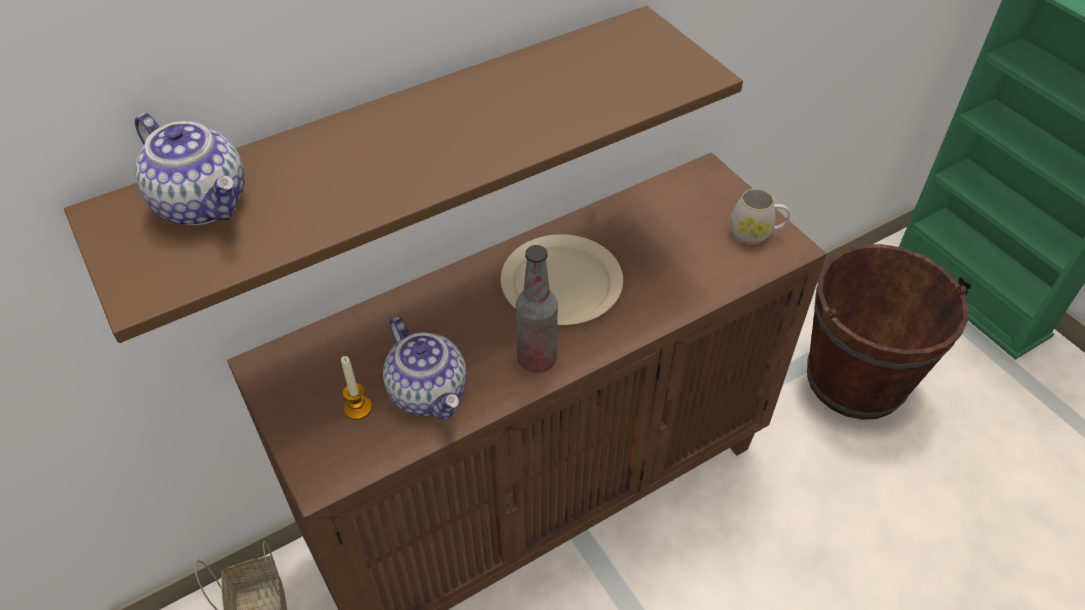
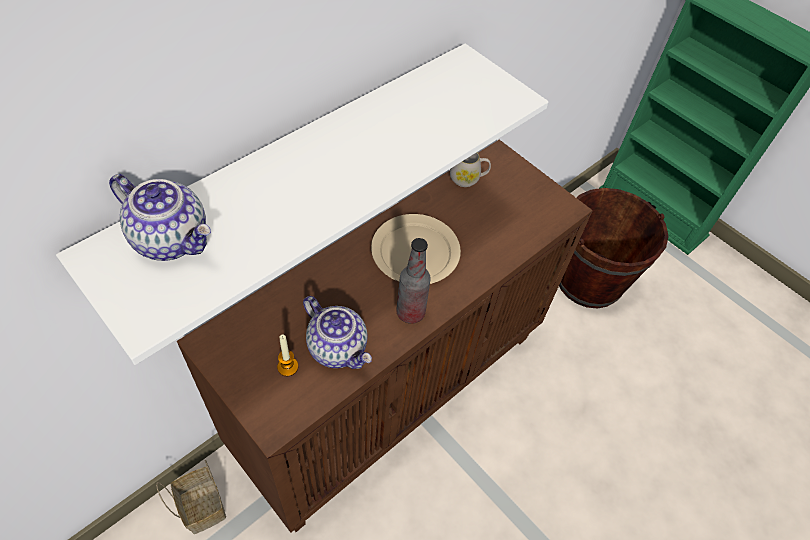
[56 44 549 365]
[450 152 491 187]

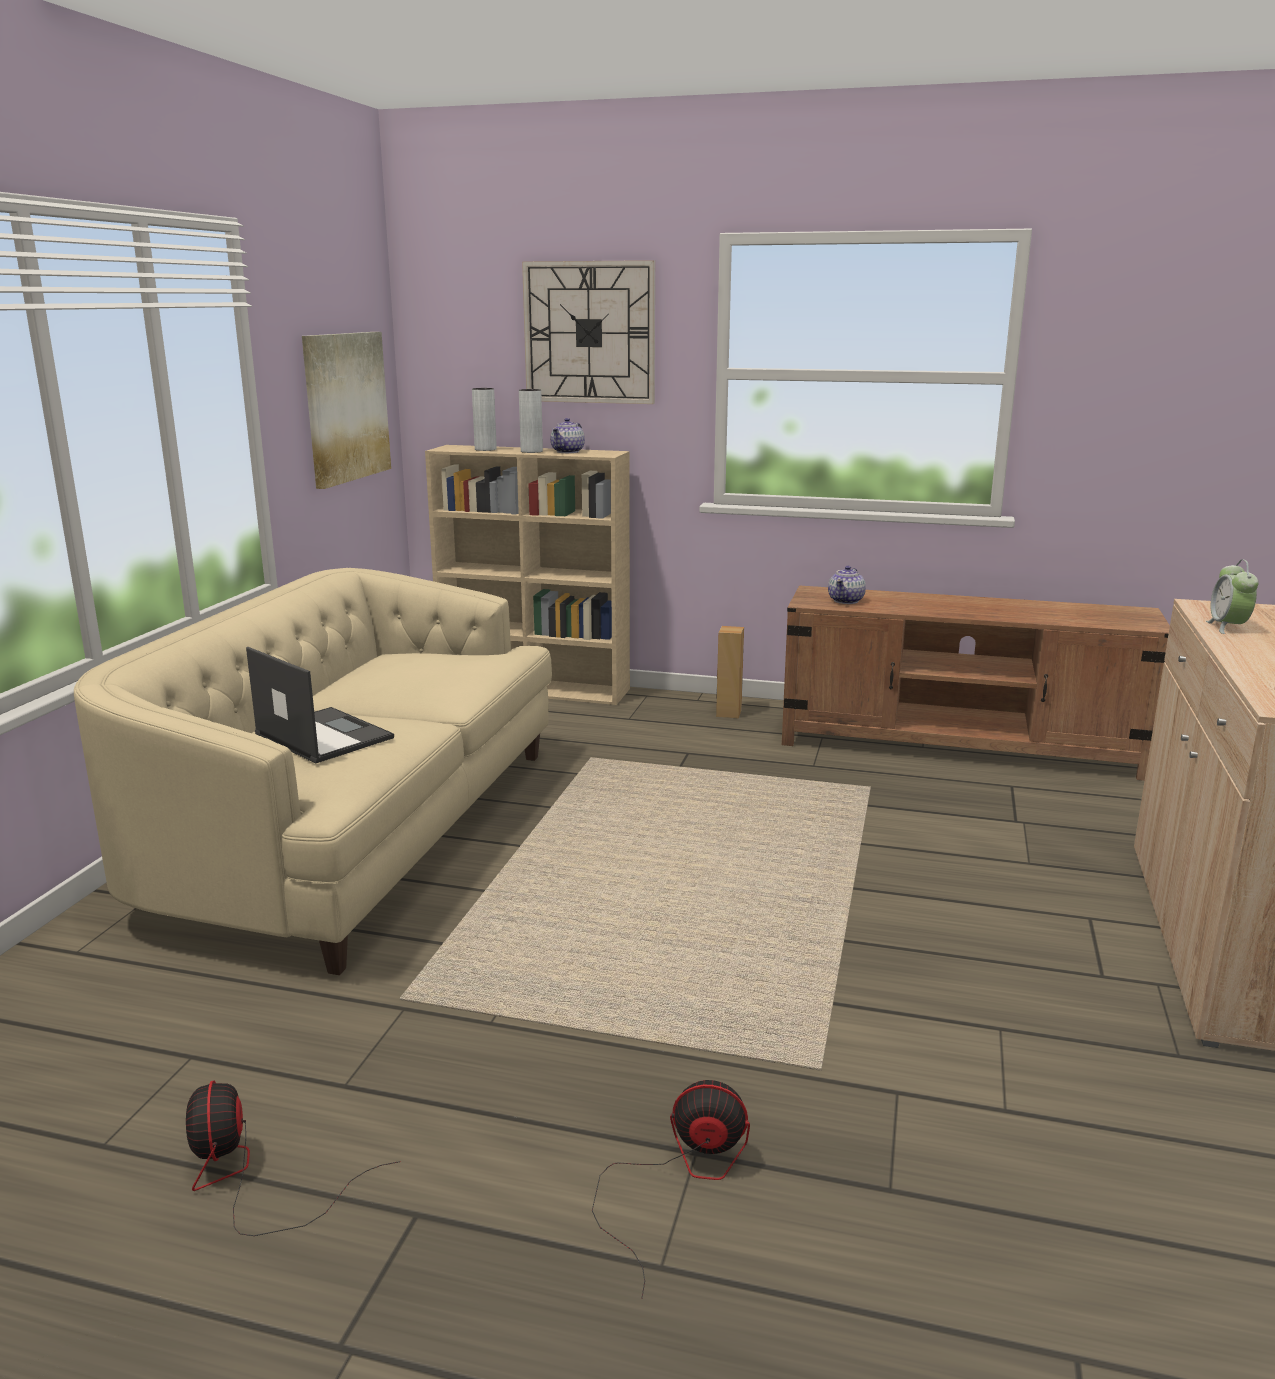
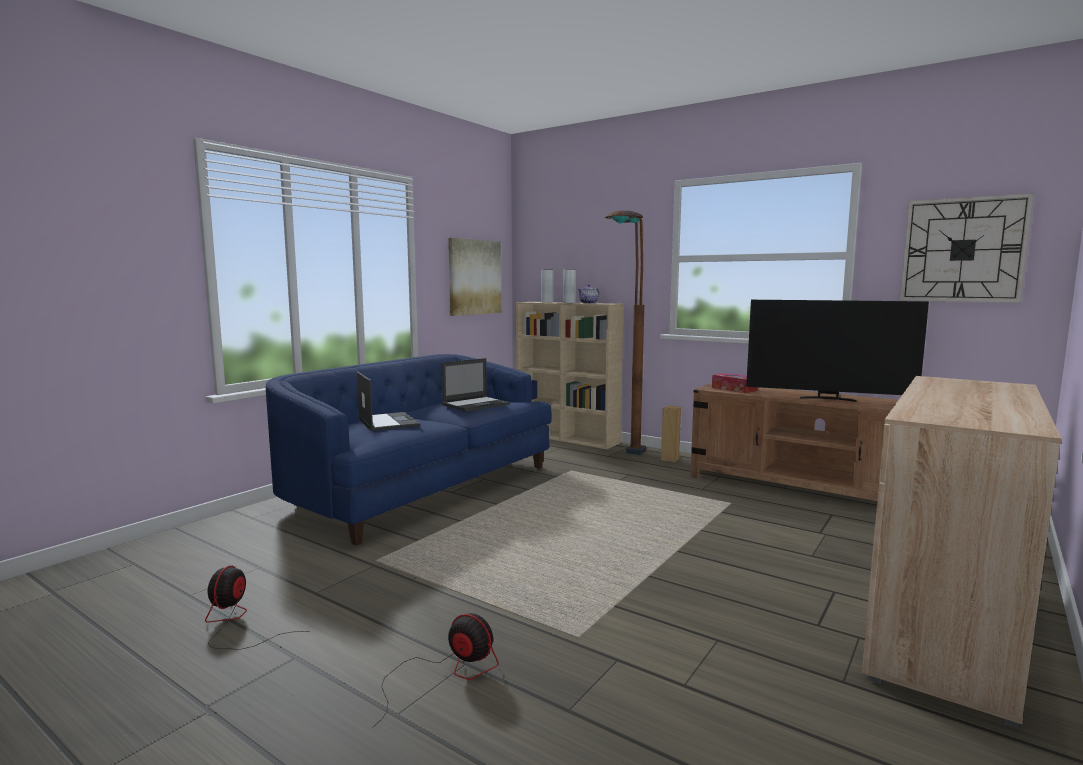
[266 354 552 546]
[442 358 510 412]
[605 210 646 455]
[712 373 758 393]
[746 300 929 402]
[900 193 1034 303]
[1206 559 1259 634] (first image)

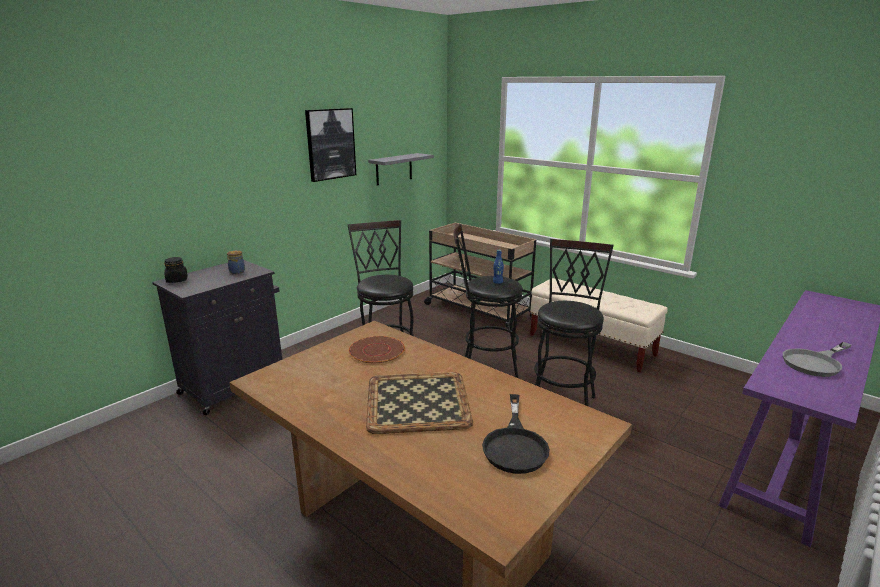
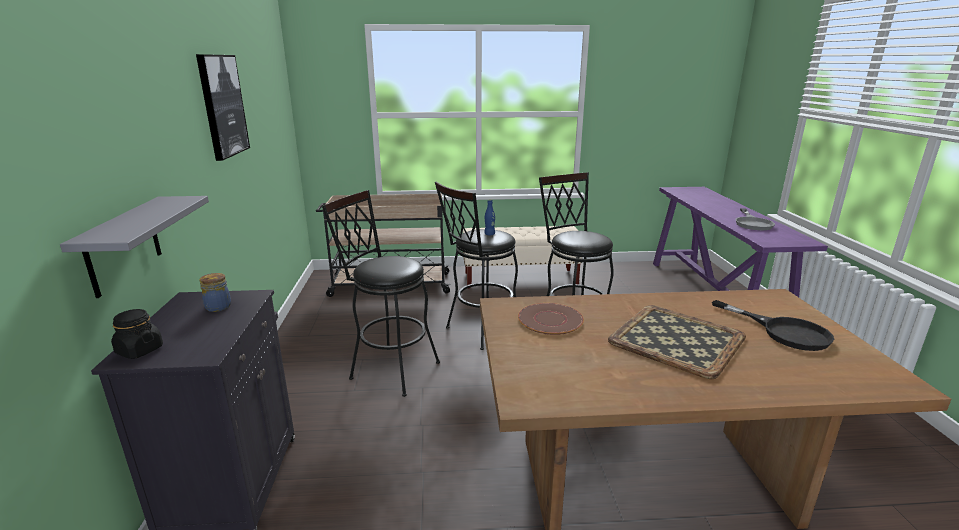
[60 196 209 298]

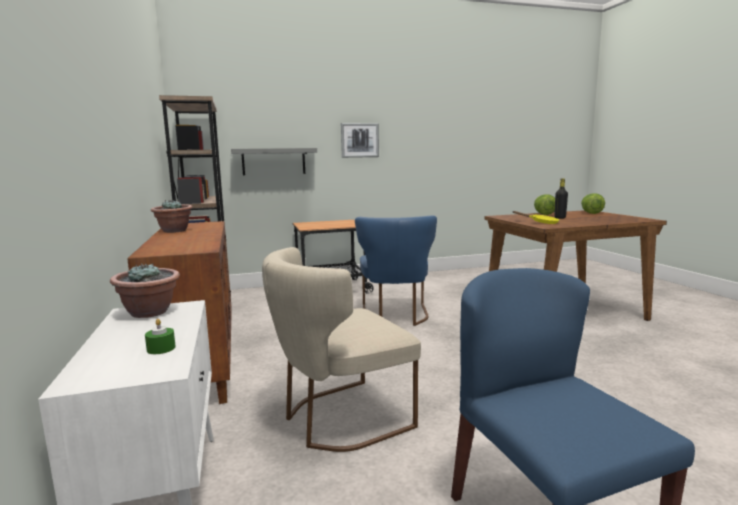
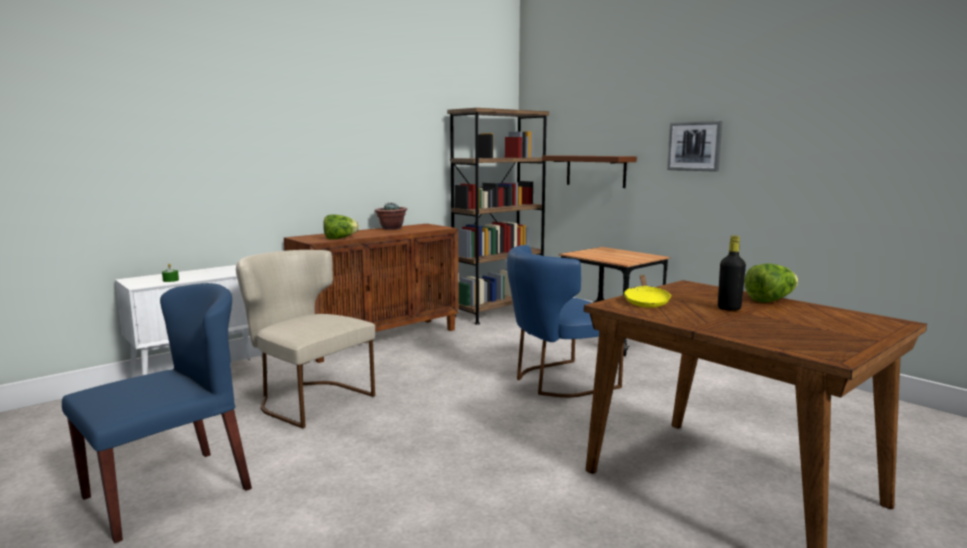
[323 214 359 239]
[542 155 637 188]
[110 263 180 318] (first image)

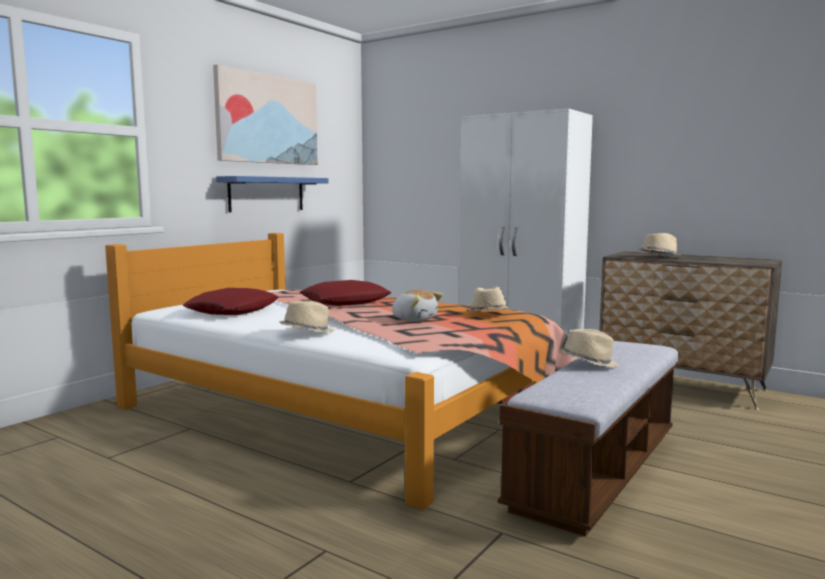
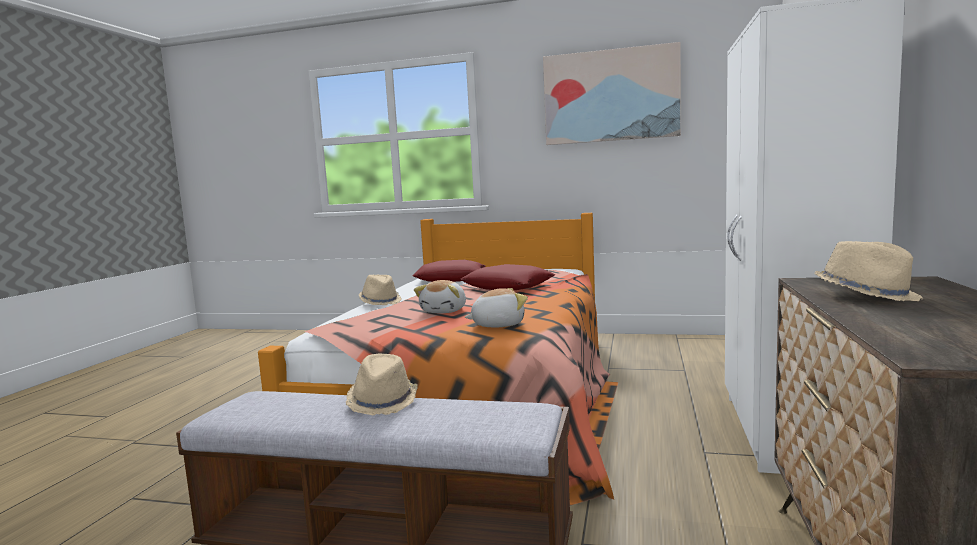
[465 288 528 327]
[216 176 329 212] (first image)

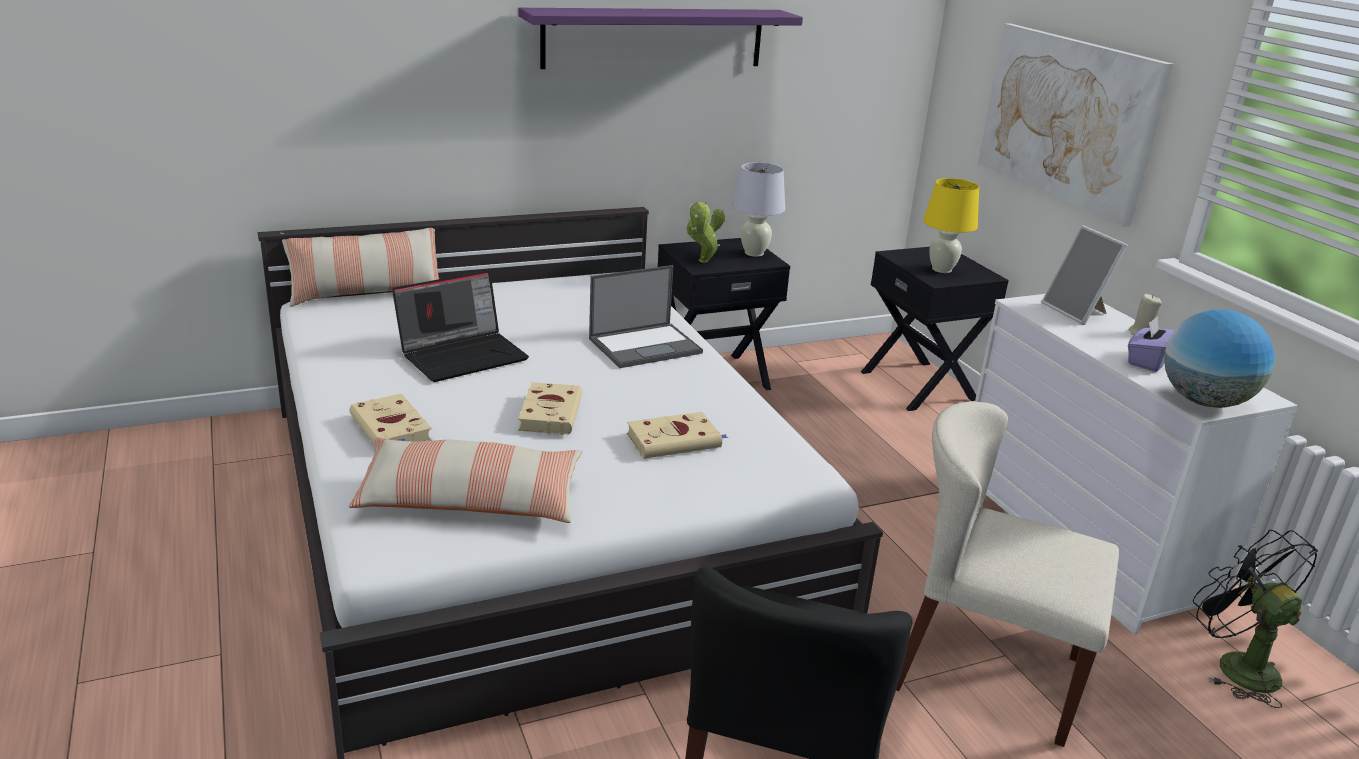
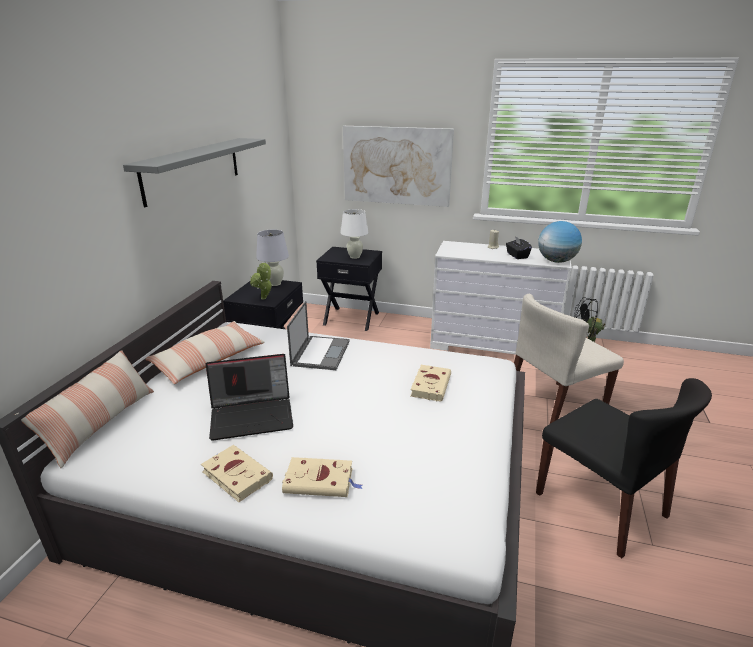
[123 138 266 207]
[145 321 265 384]
[201 445 273 502]
[206 354 293 441]
[341 209 369 259]
[506 236 532 259]
[1042 225 1128 325] (first image)

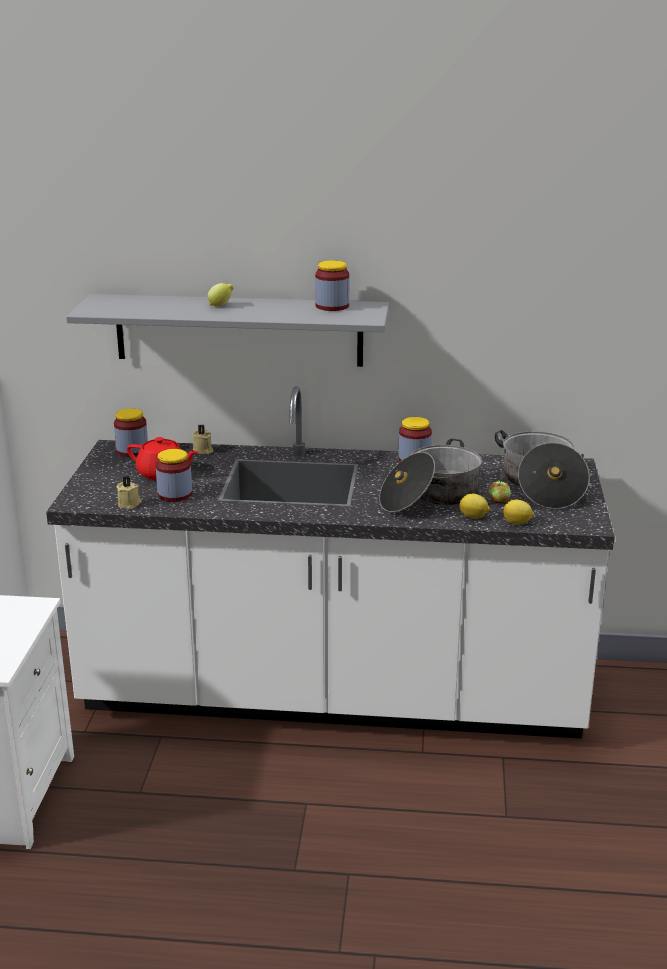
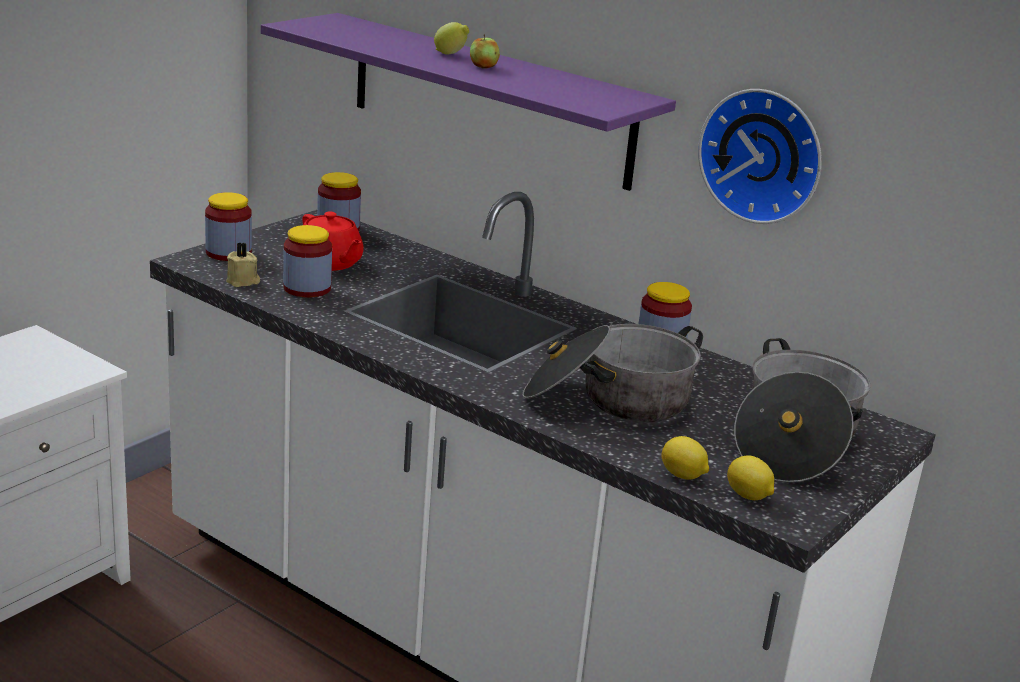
[205 192 252 261]
[261 13 676 191]
[470 34 500 68]
[698 89 822 224]
[727 455 774 500]
[193 425 213 454] (first image)

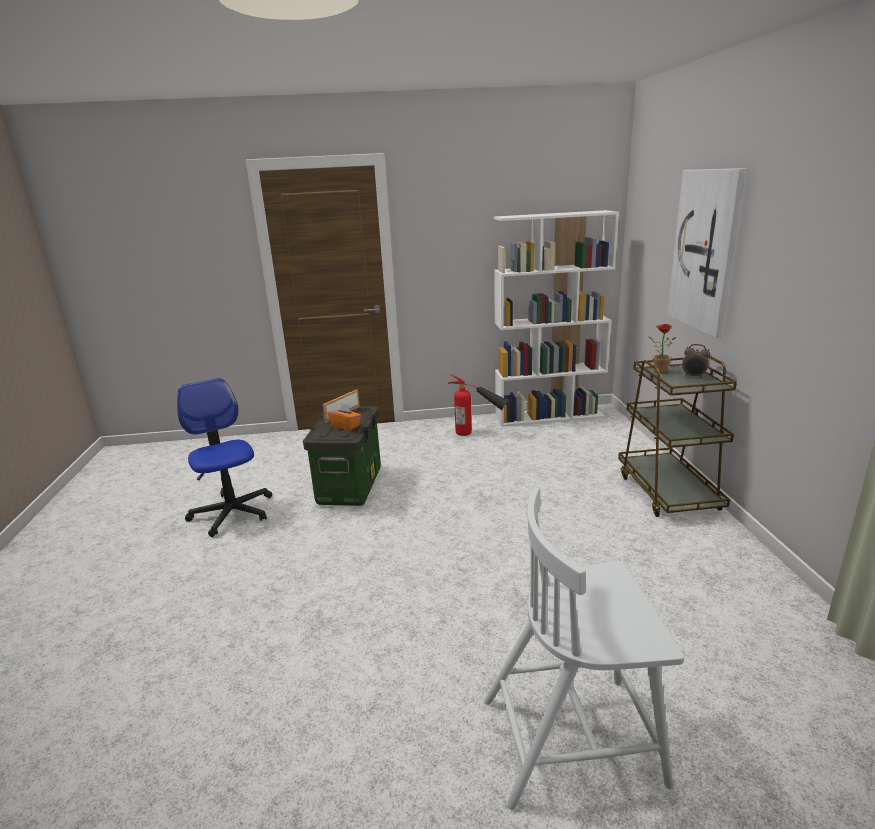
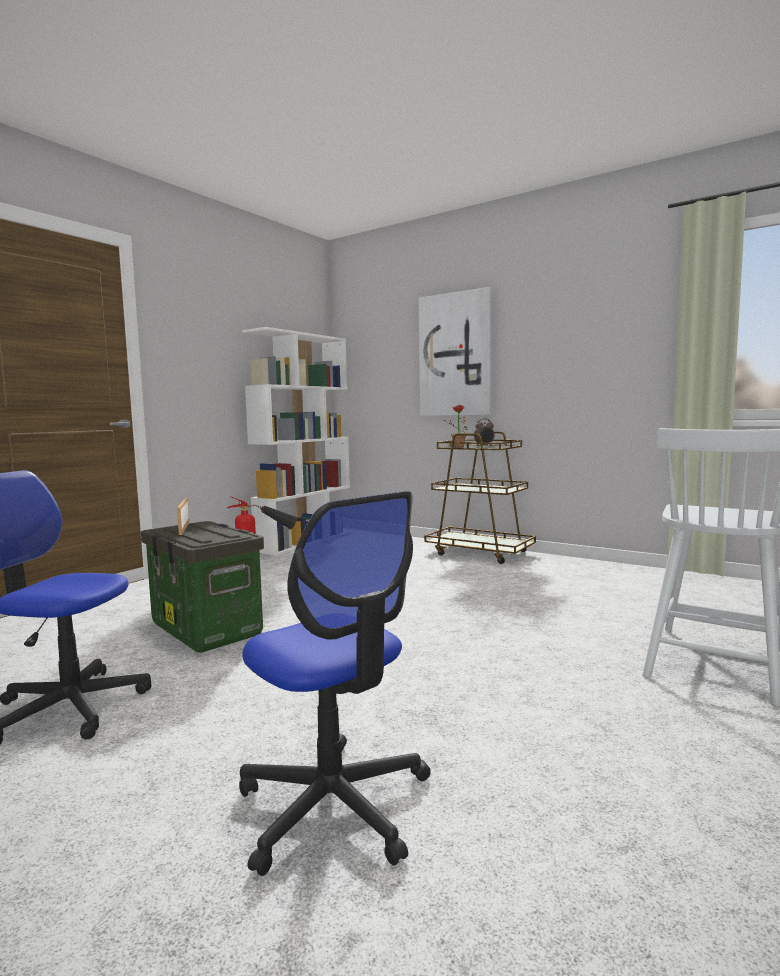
[239 491 431 876]
[327 403 361 431] (first image)

